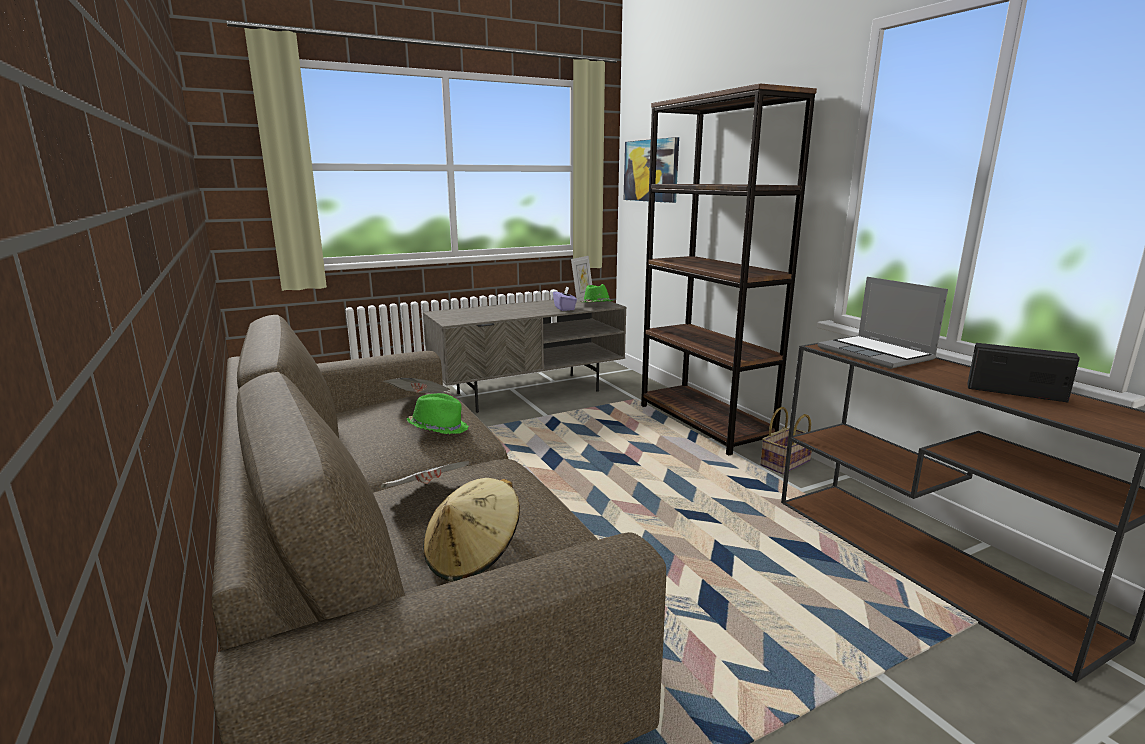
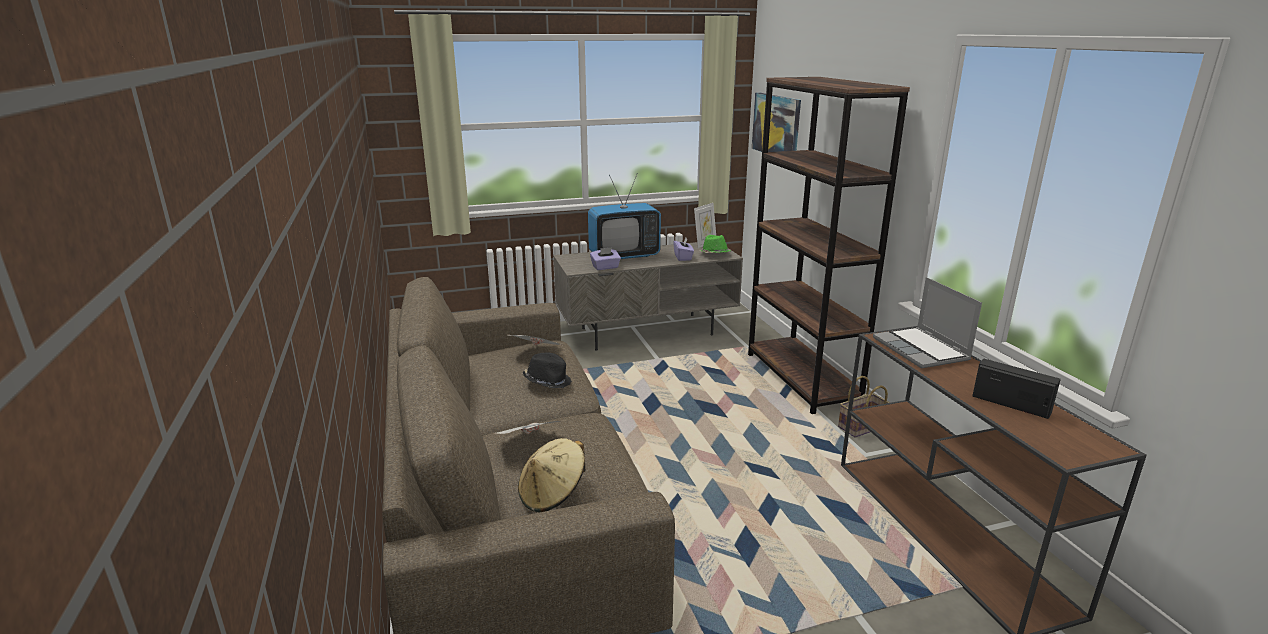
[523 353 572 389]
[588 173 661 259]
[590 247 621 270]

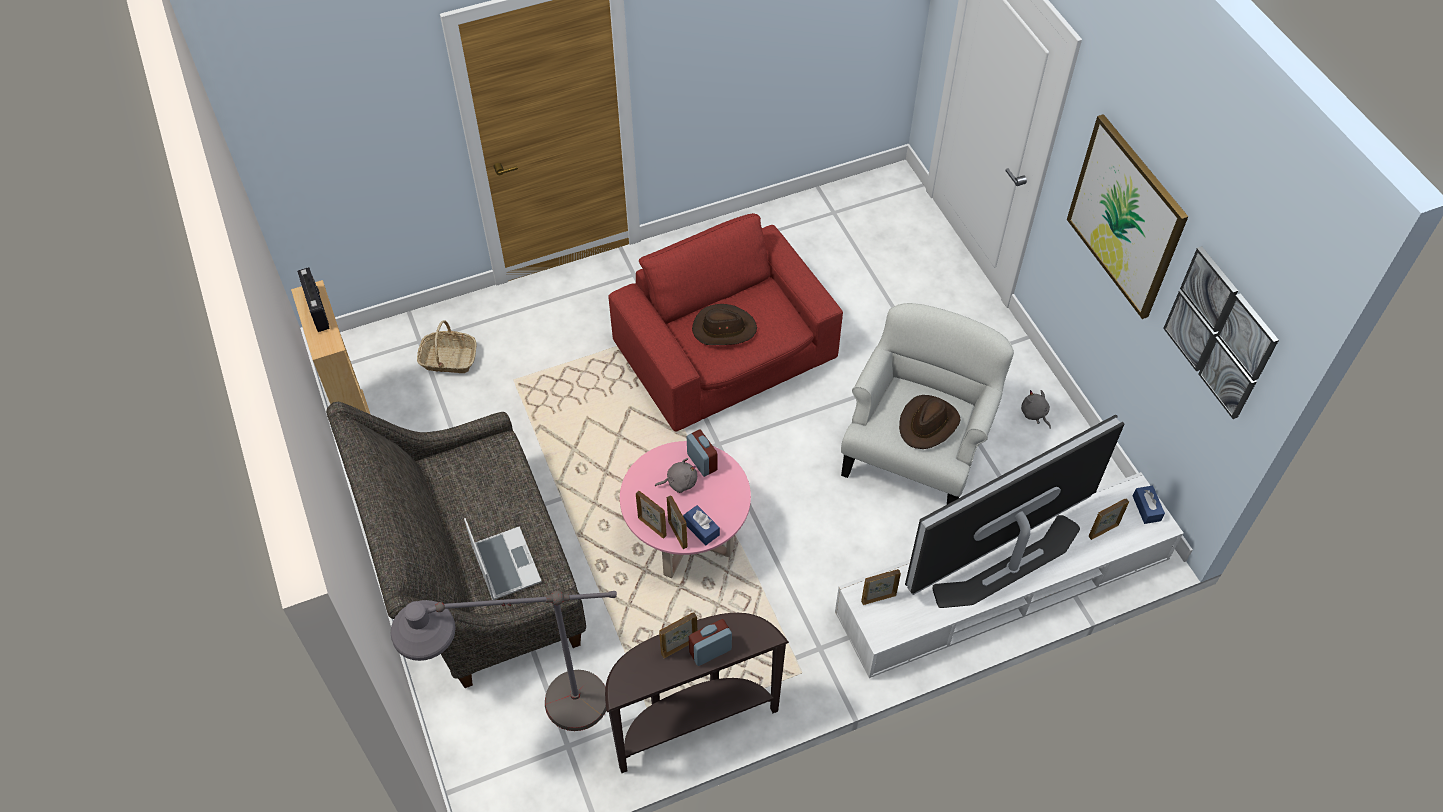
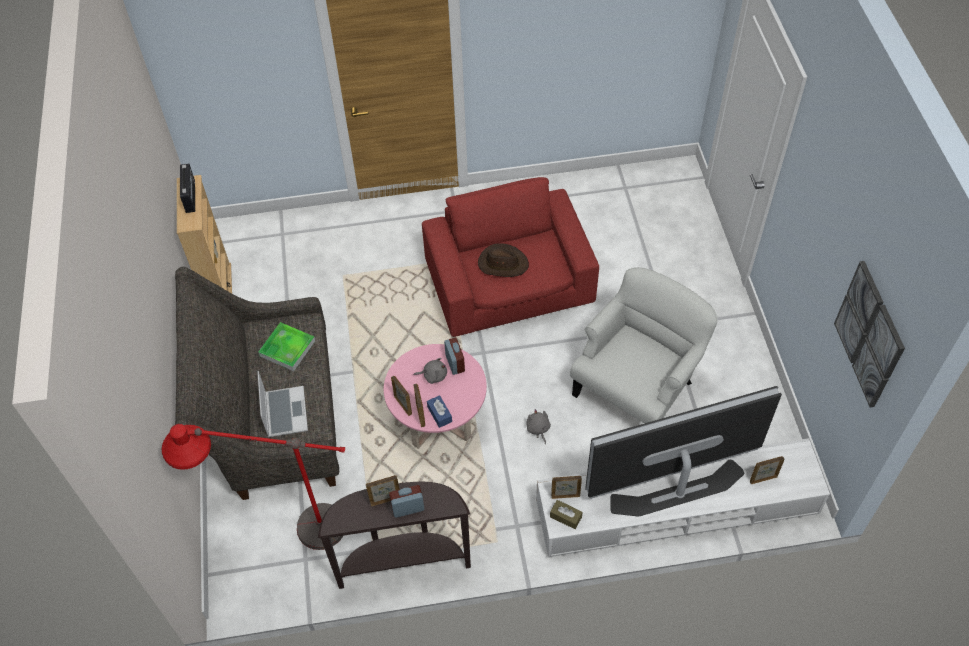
[162 424 345 550]
[258 322 315 371]
[526 409 551 444]
[550 500 583 529]
[417 321 476 373] (first image)
[899 395 960 449] (first image)
[1067 114 1188 319] (first image)
[1133 486 1165 524] (first image)

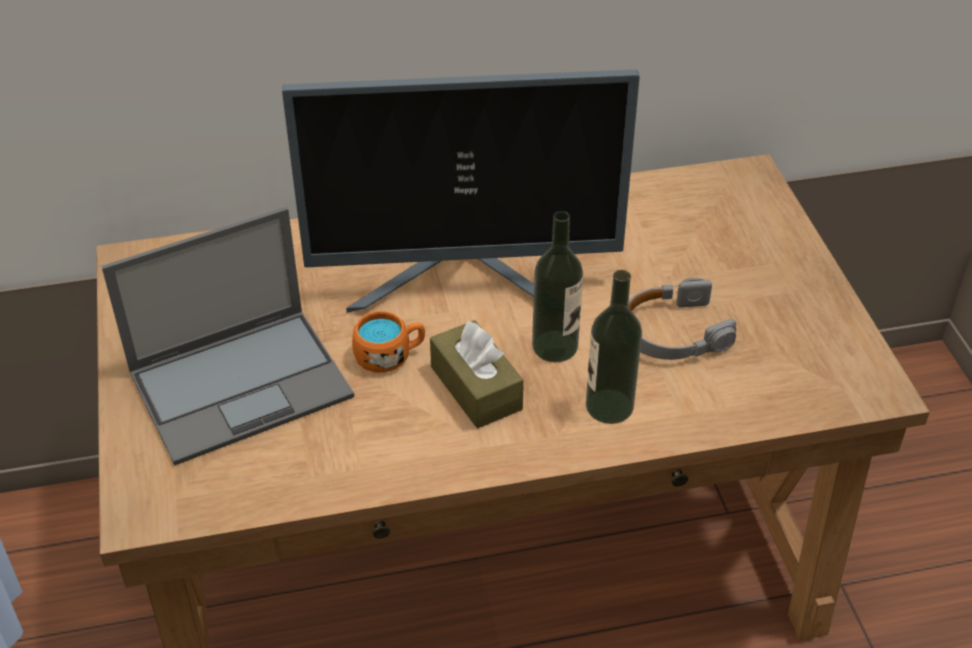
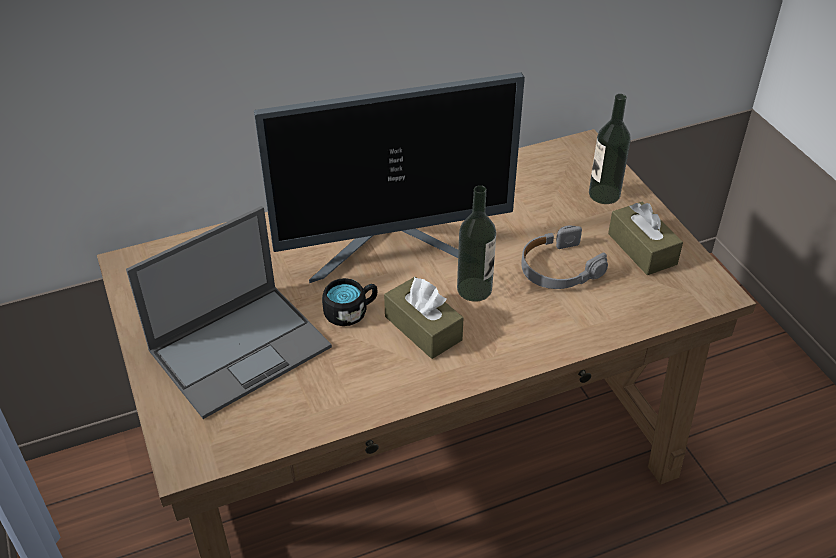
[322 278 377 326]
[589 94 631 204]
[608 202 683 275]

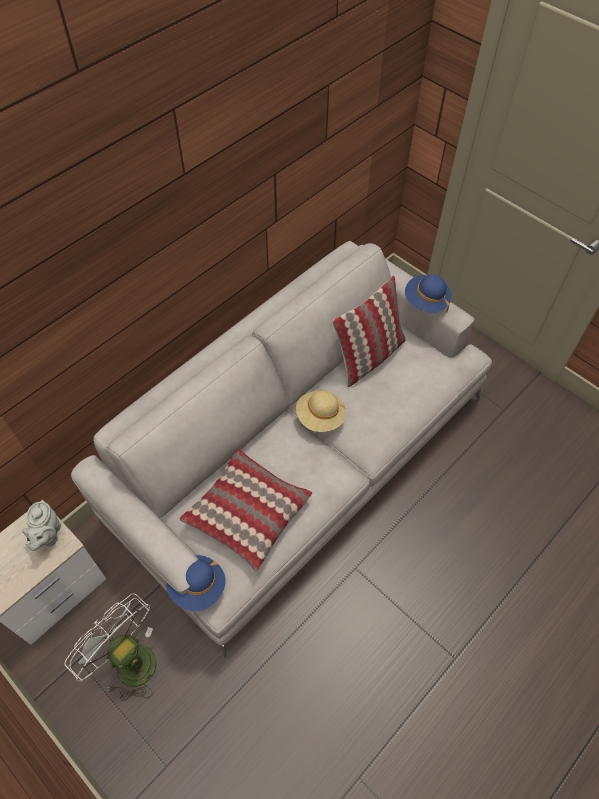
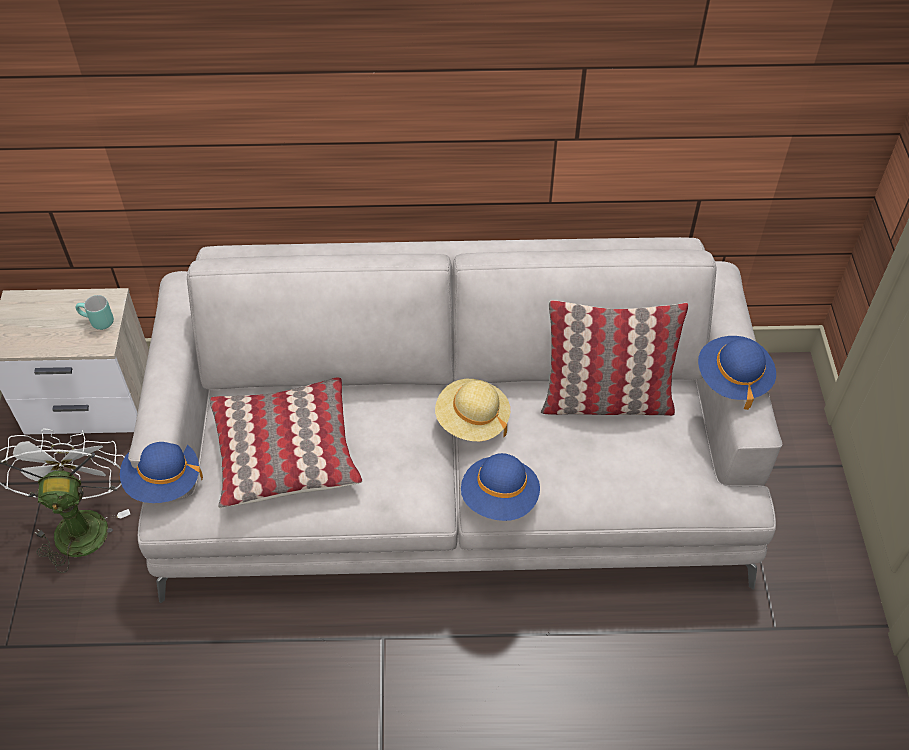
[76 295 114 330]
[461 453 540 521]

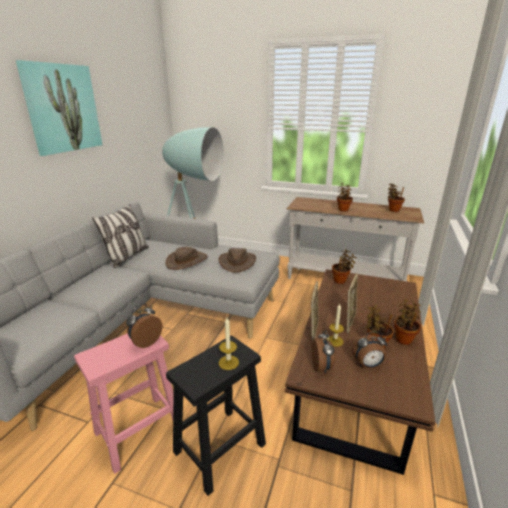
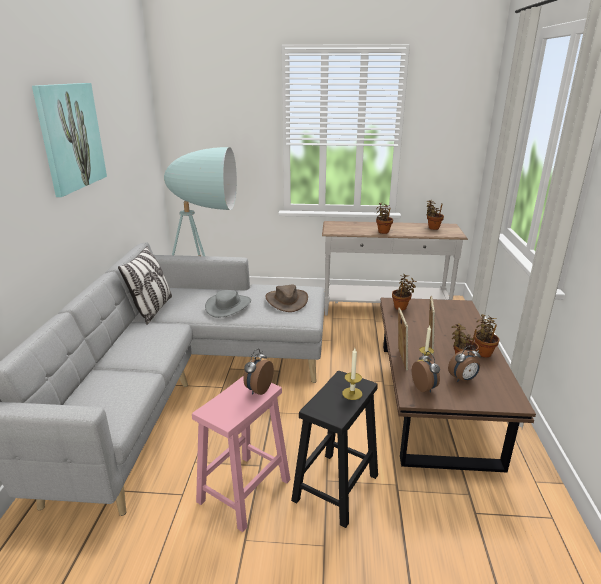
[205 290 251 318]

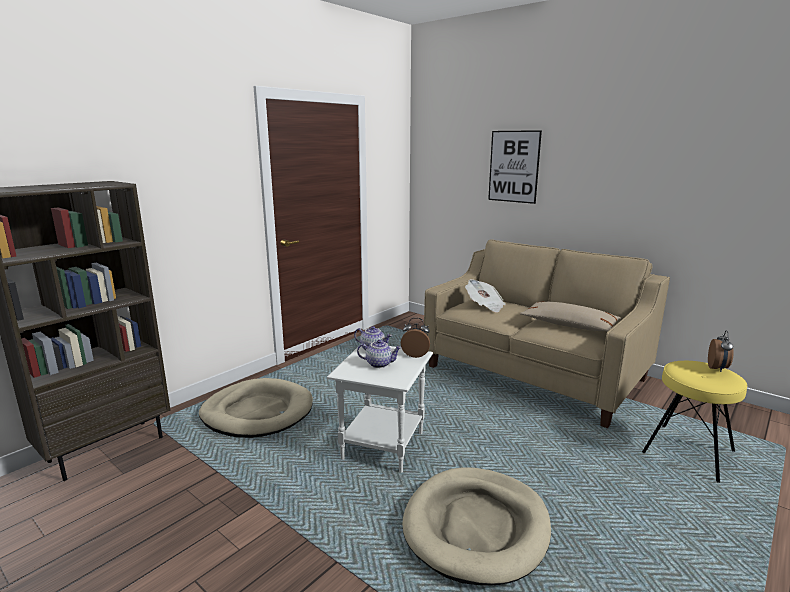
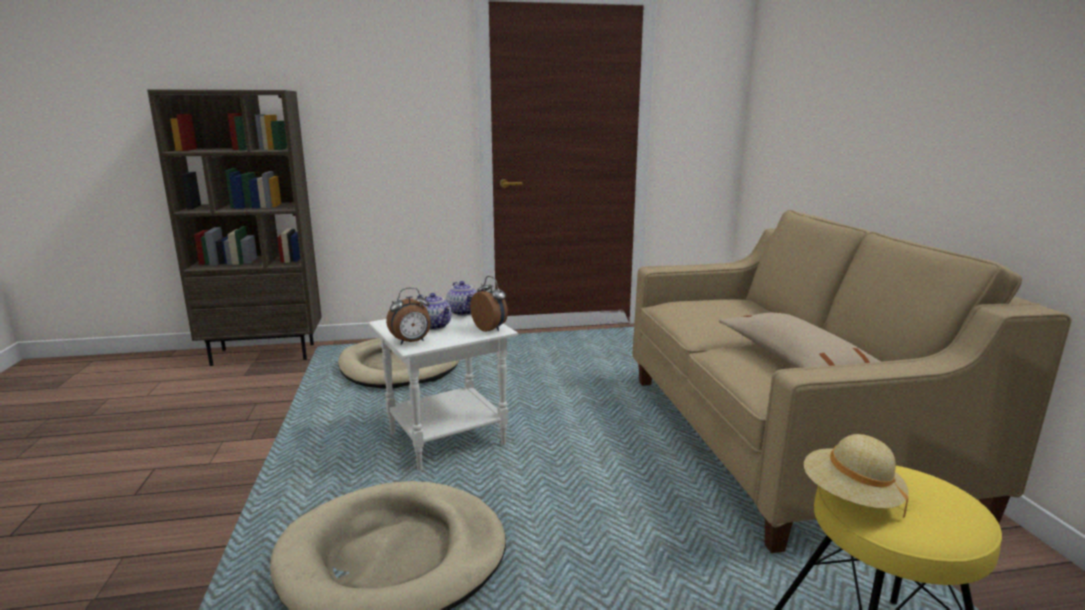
[386 287 431 345]
[804 434 909 518]
[465 279 506 313] (first image)
[488 130 542 204] (first image)

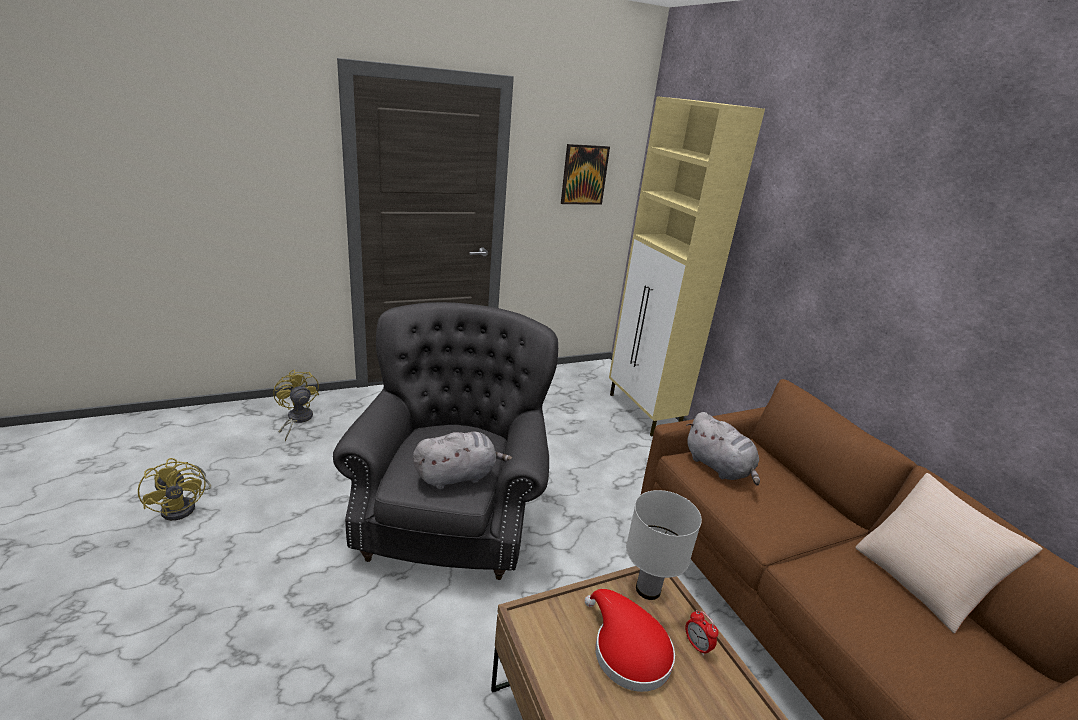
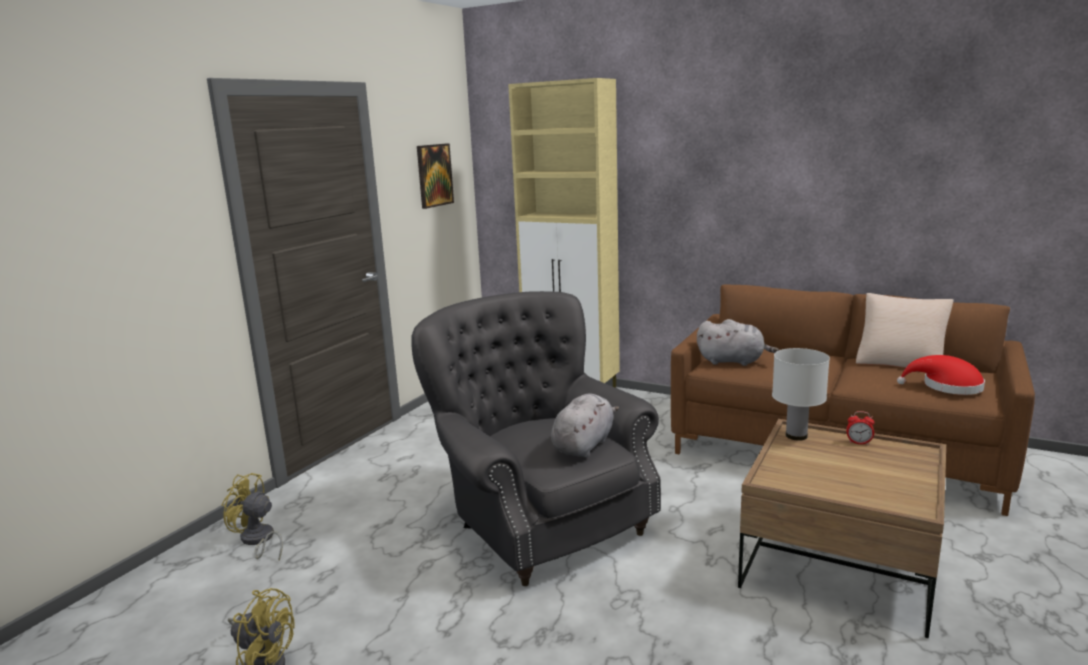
[897 355 985 395]

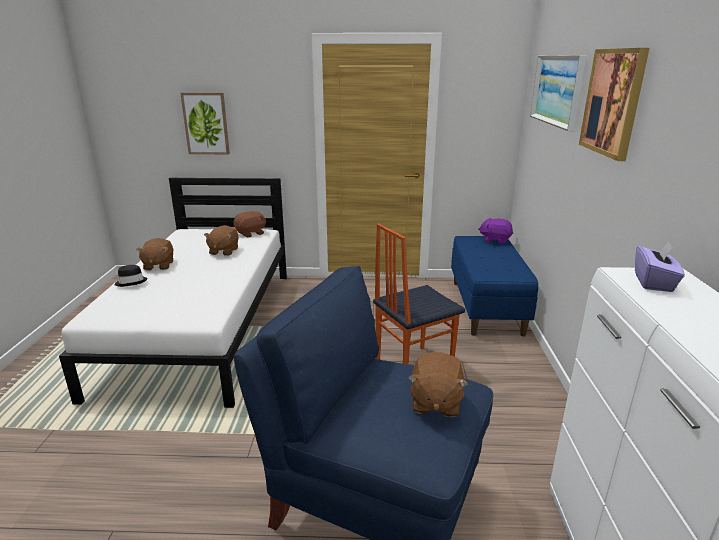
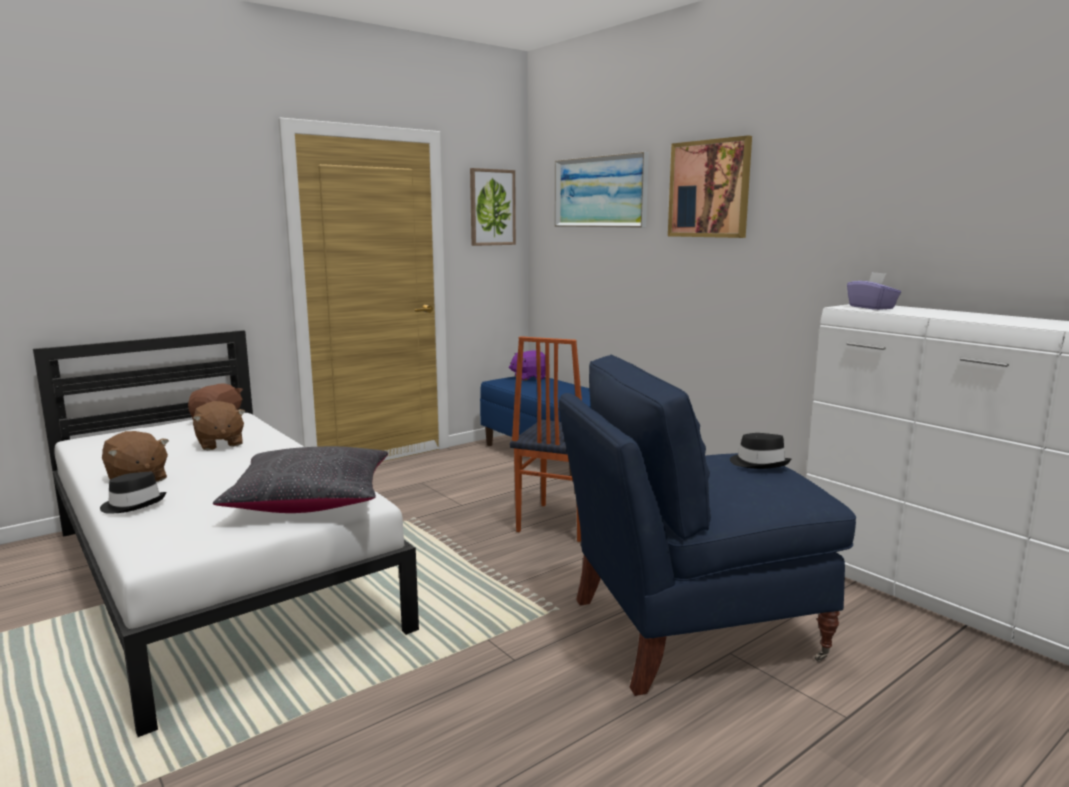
[213 446 388 513]
[470 168 516 246]
[730 433 791 469]

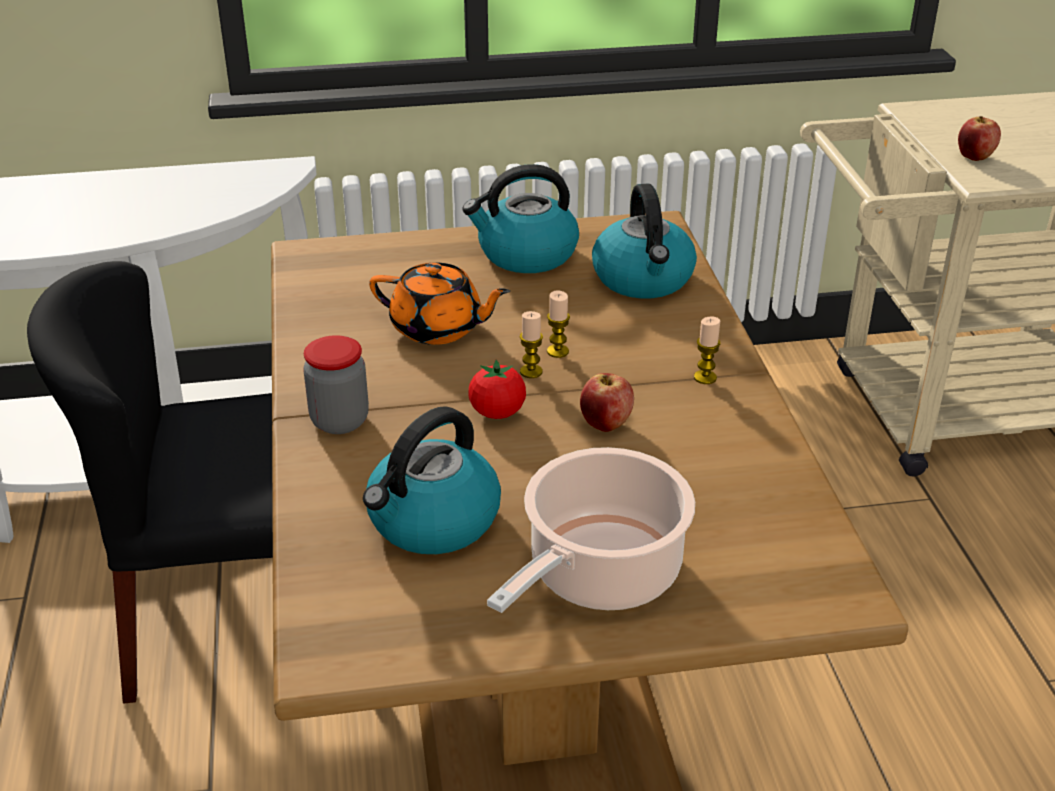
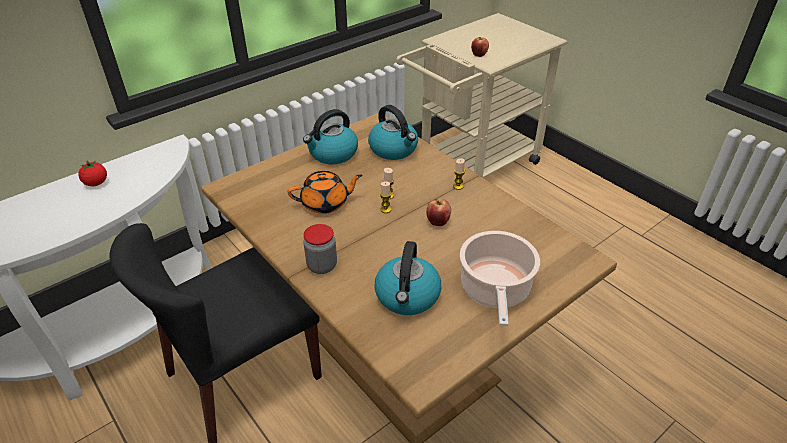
[78 161 107 186]

